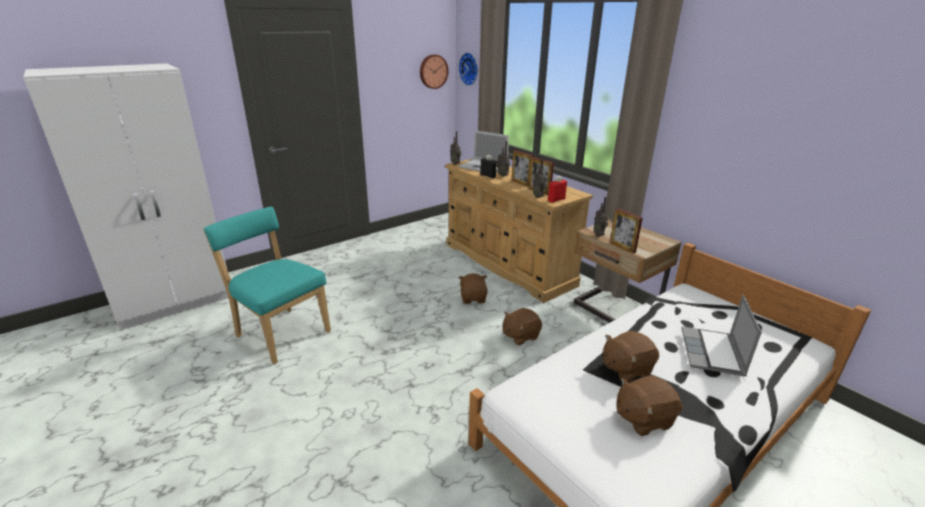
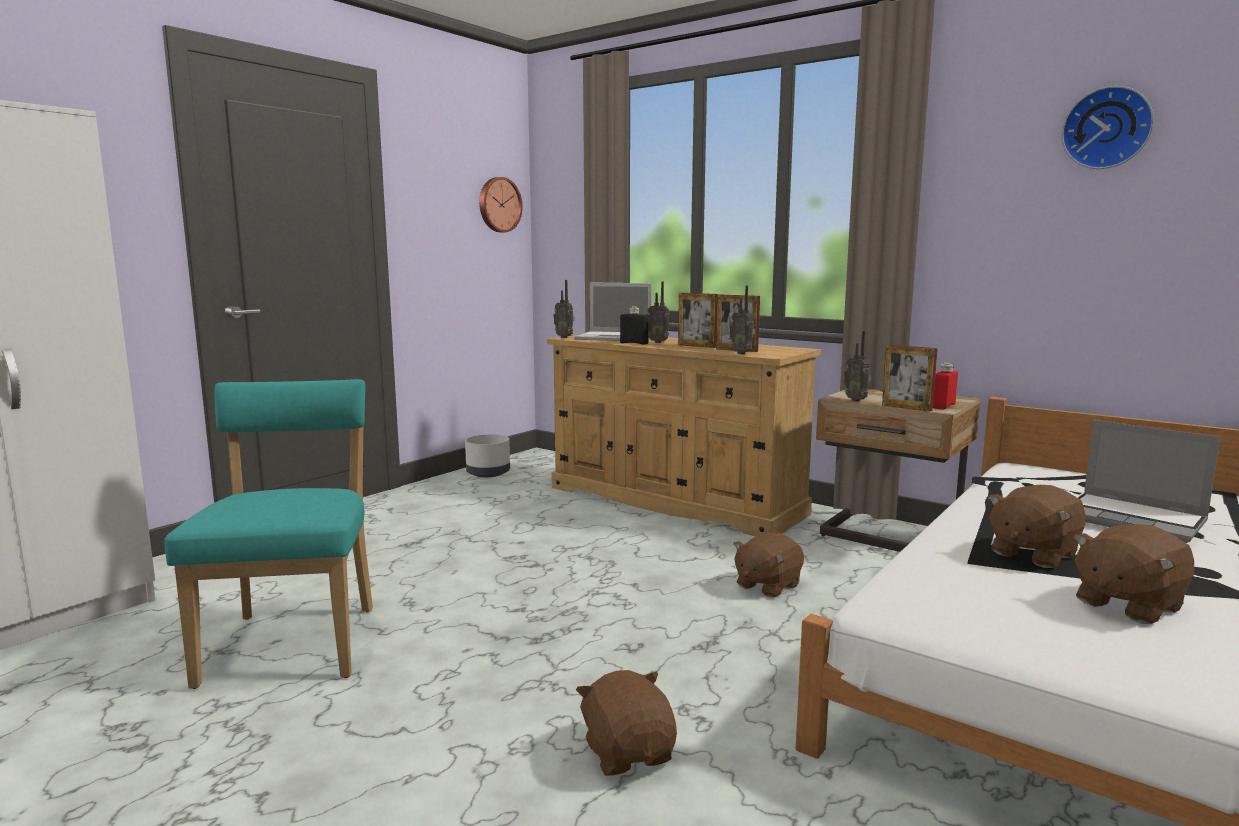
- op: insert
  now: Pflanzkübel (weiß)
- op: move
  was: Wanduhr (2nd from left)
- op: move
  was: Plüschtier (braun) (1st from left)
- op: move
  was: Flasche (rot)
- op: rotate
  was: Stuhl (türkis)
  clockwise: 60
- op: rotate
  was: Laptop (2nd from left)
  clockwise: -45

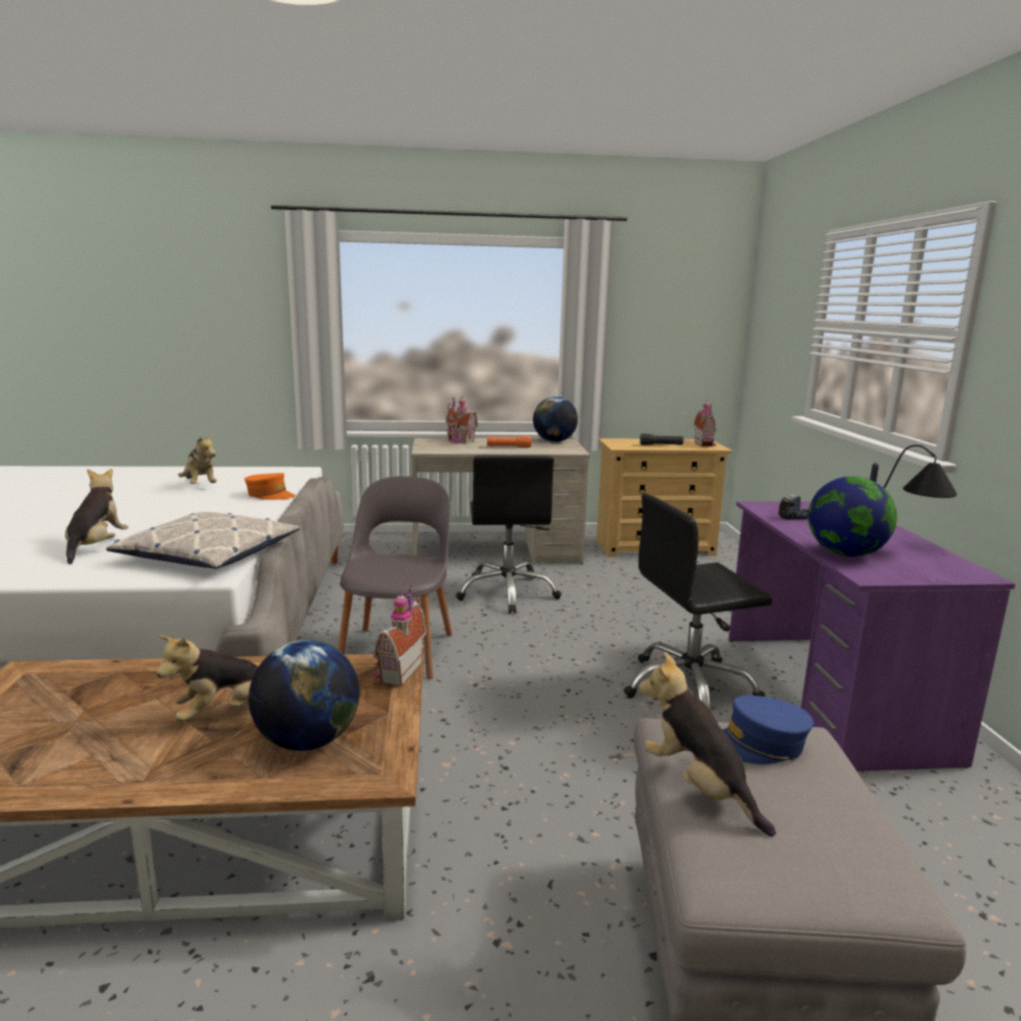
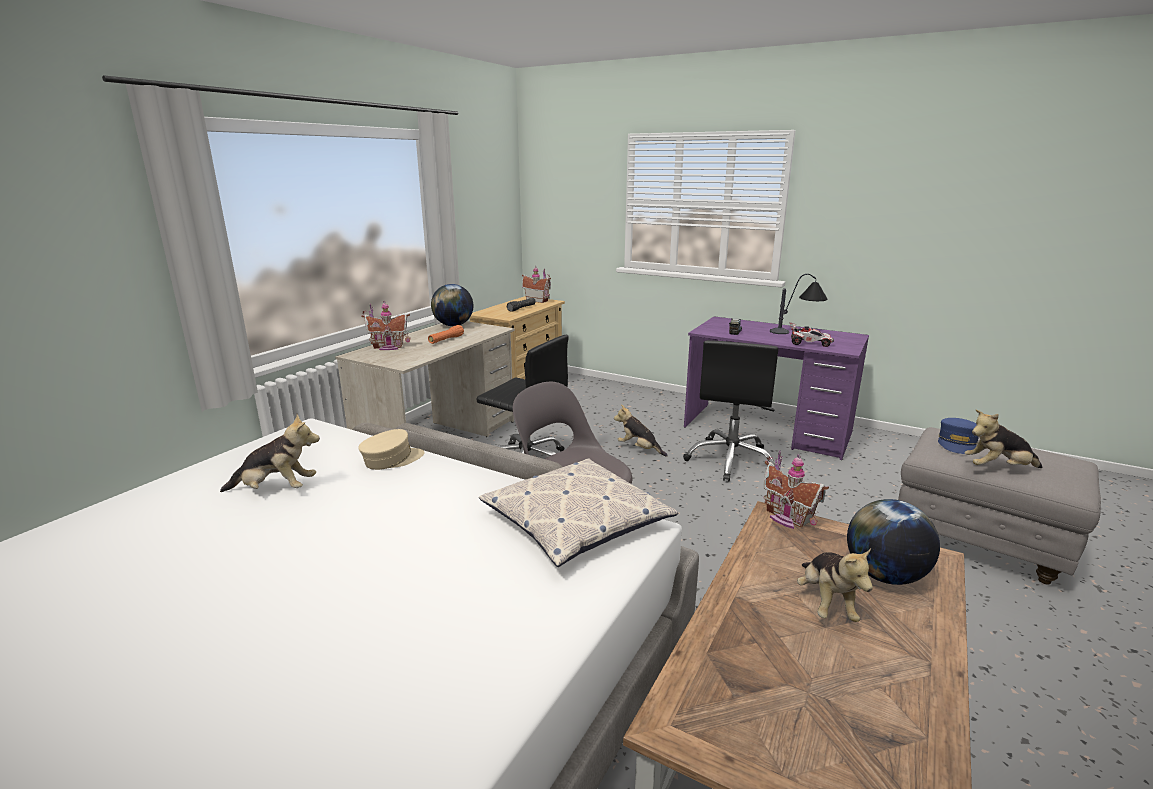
- op: move
  was: Plüschtier (1st from left in the first image)
  now: Plüschtier (2nd from left)
- op: replace
  was: Globus (3rd from left)
  now: Spielzeugauto
- op: recolor
  was: Kappe (orange)
  now: Kappe (beige)

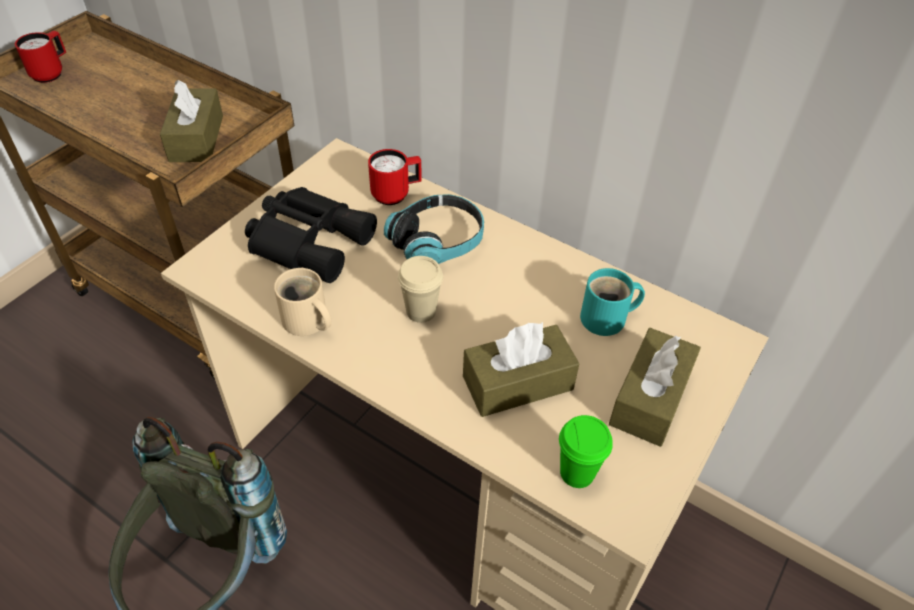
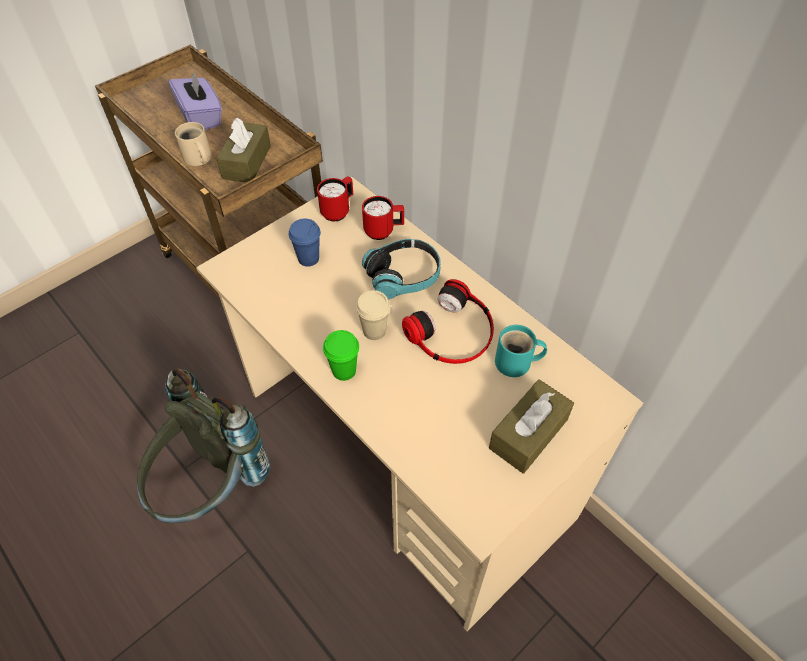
- op: delete
  was: Taschentuchbox (braun) (2nd from left)
- op: insert
  now: Taschentuchbox (lila)
- op: insert
  now: Kopfhörer (2nd from left)
- op: move
  was: Henkelbecher (rot) (1st from left)
- op: move
  was: Henkelbecher (beige)
- op: move
  was: Tasse (grün)
- op: replace
  was: Fernglas (schwarz)
  now: Tasse (blau)

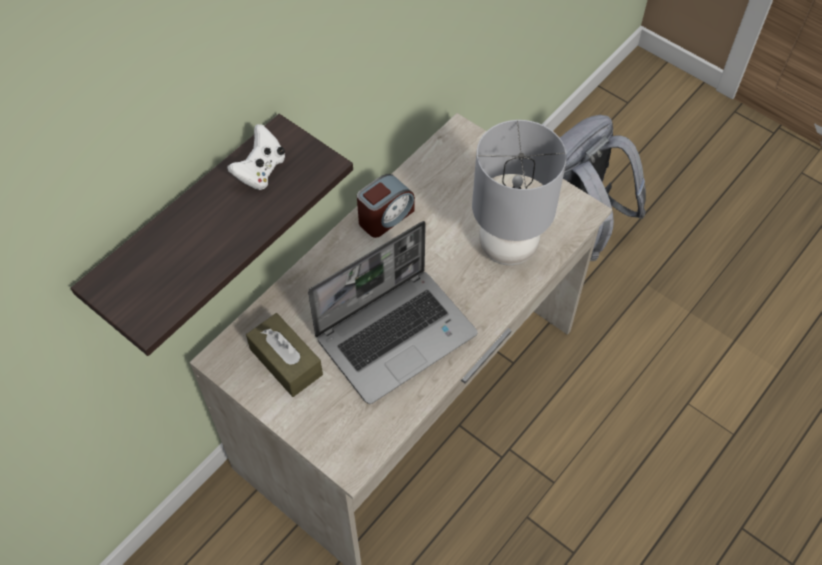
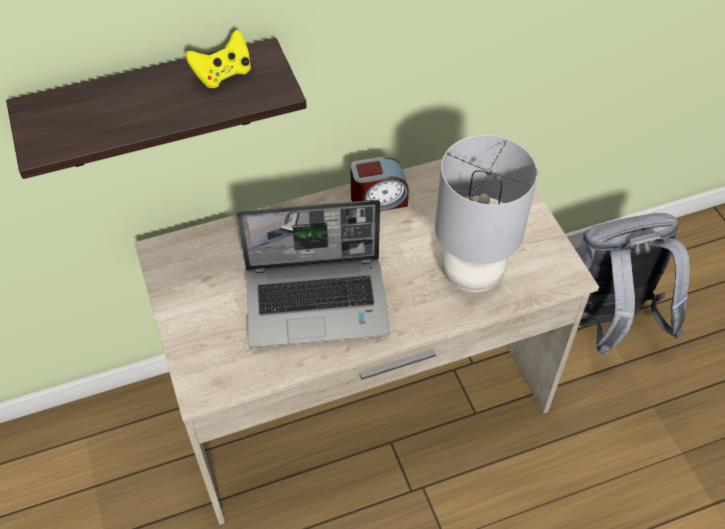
- op: delete
  was: Taschentuchbox (braun)
- op: recolor
  was: Gamepad (weiß)
  now: Gamepad (gelb)

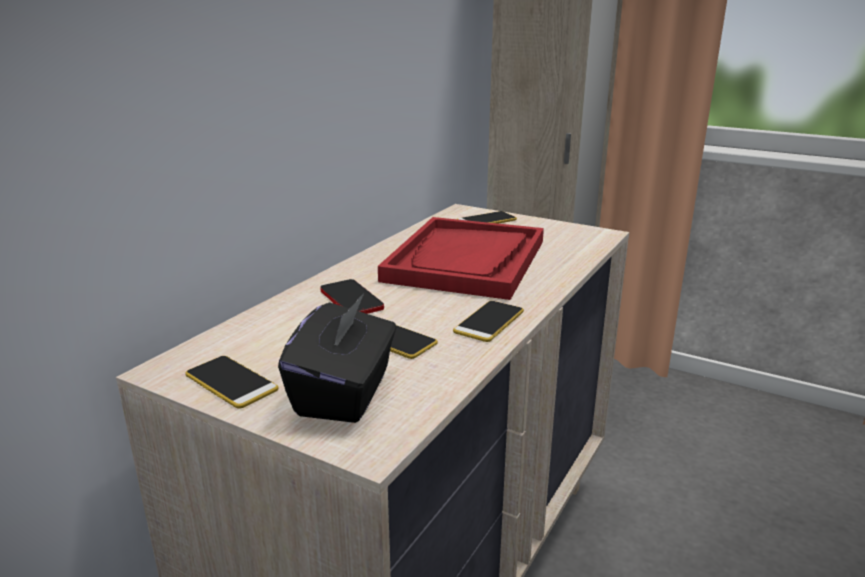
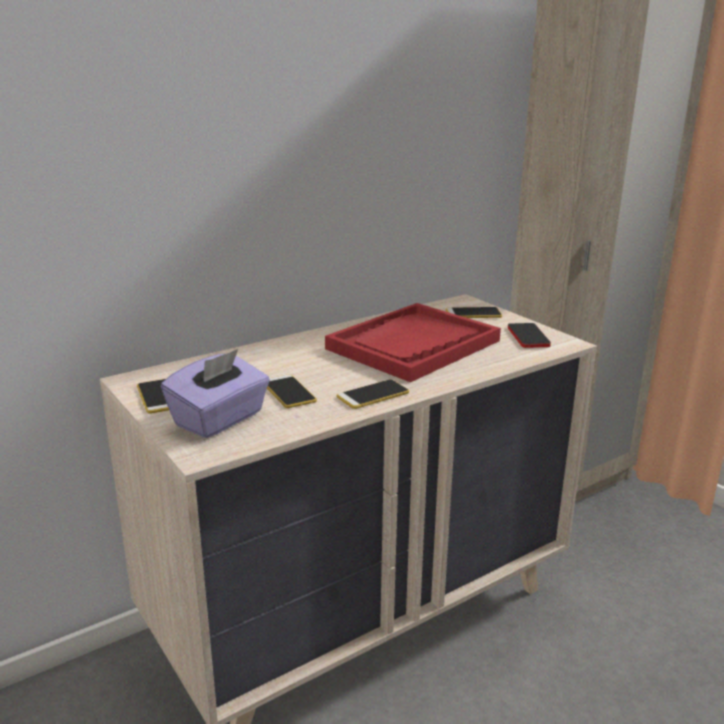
- op: move
  was: Handy (2nd from left in the first image)
  now: Handy (5th from left)
- op: recolor
  was: Taschentuchbox (schwarz)
  now: Taschentuchbox (lila)

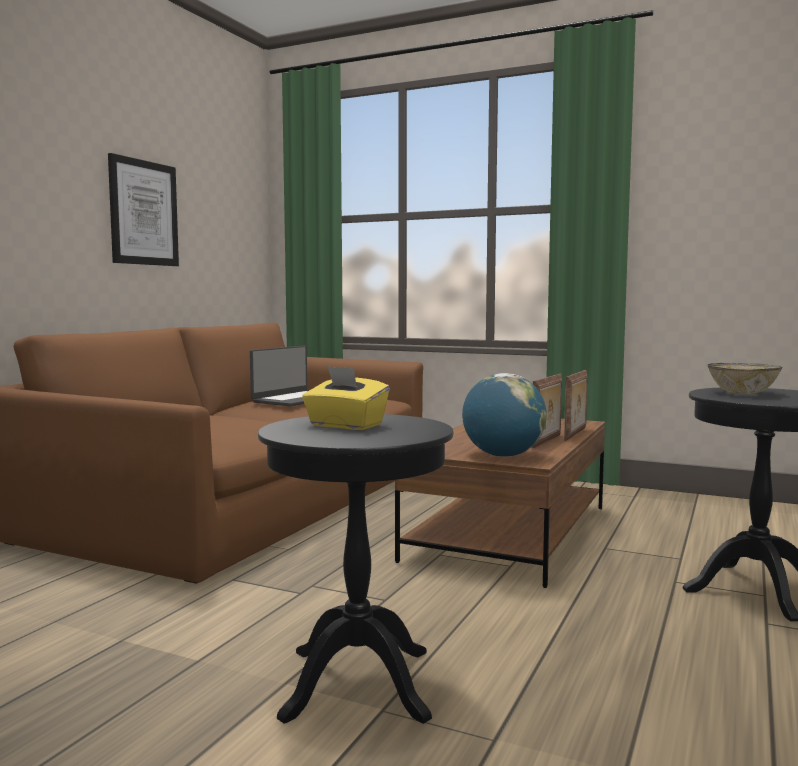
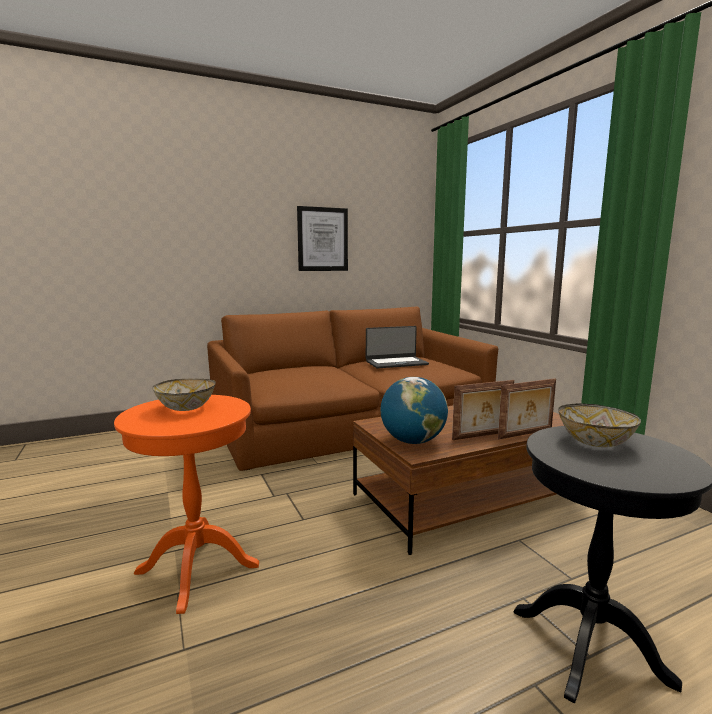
- op: replace
  was: Taschentuchbox (gelb)
  now: Schüssel (1st from left)
- op: recolor
  was: Beistelltisch (schwarz) (1st from left)
  now: Beistelltisch (orange)

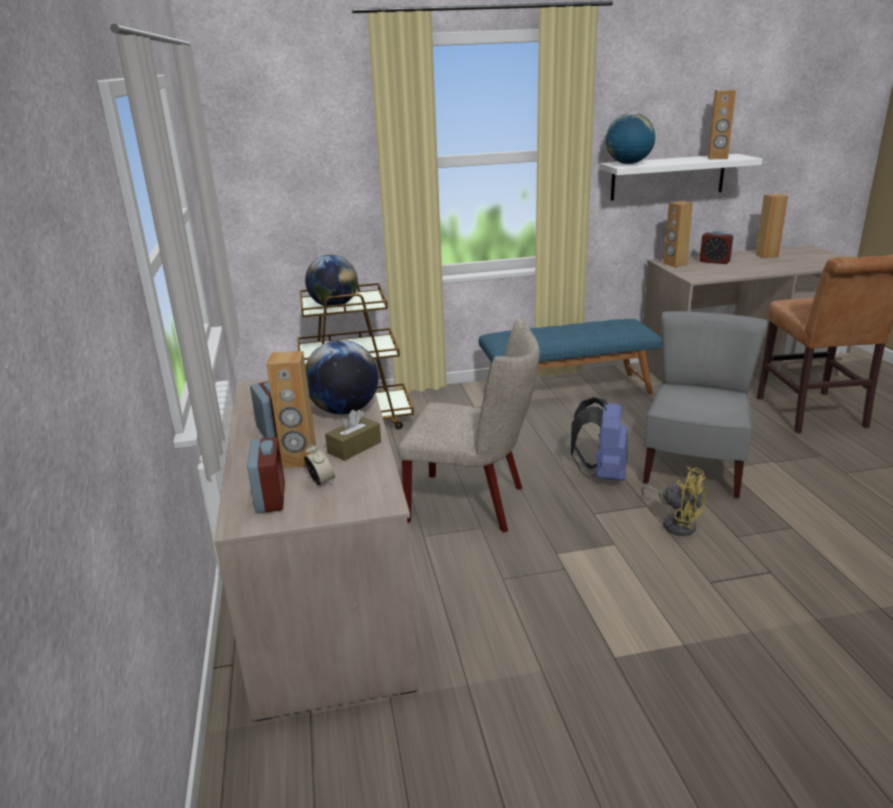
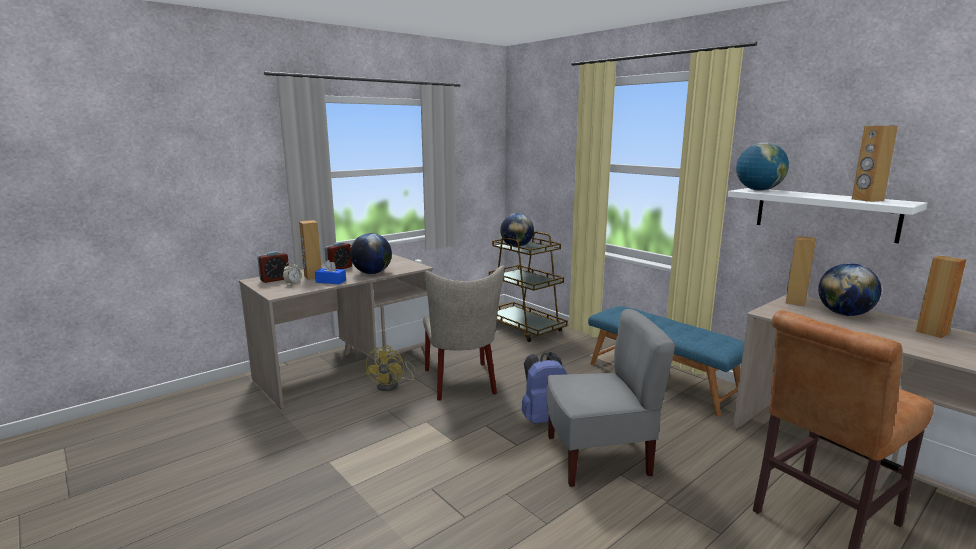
- op: move
  was: Ventilator (gelb)
- op: replace
  was: Wecker (4th from left)
  now: Globus (4th from left)
- op: recolor
  was: Taschentuchbox (braun)
  now: Taschentuchbox (blau)

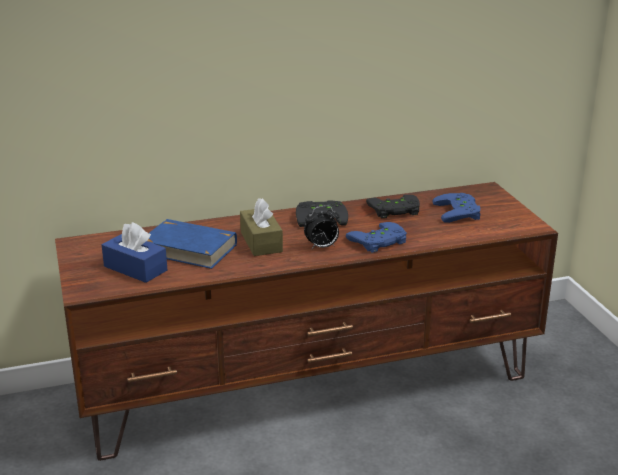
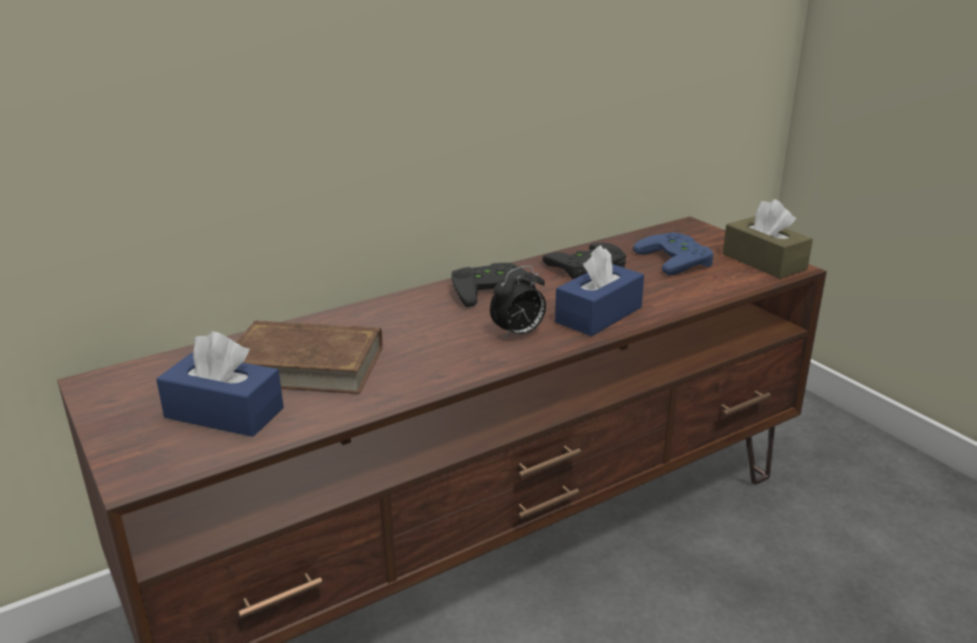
- op: move
  was: Taschentuchbox (braun)
- op: replace
  was: Gamepad (blau) (1st from left)
  now: Taschentuchbox (blau) (2nd from left)
- op: recolor
  was: Buch (blau)
  now: Buch (braun)

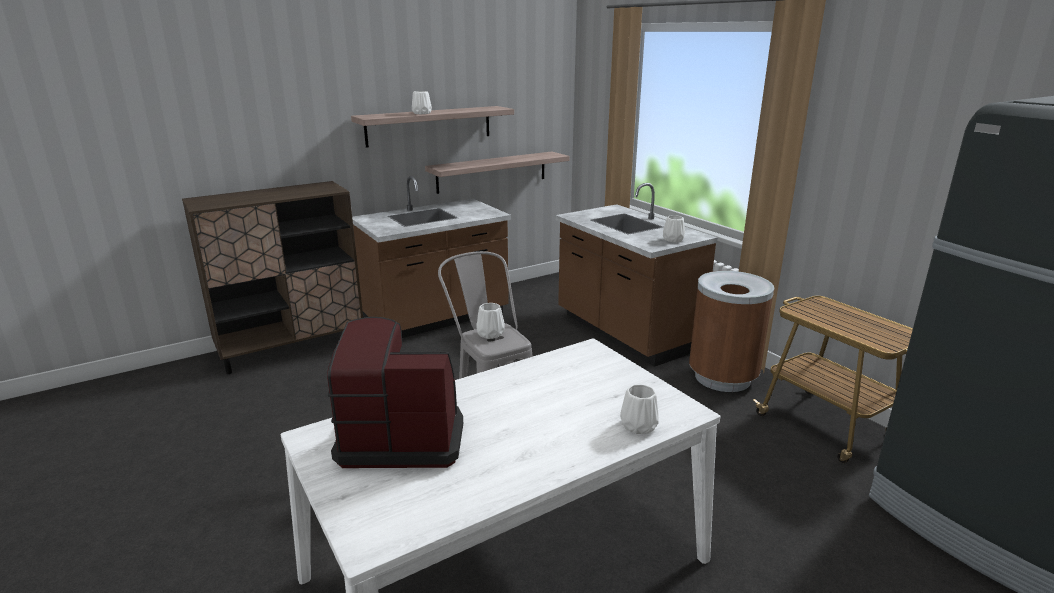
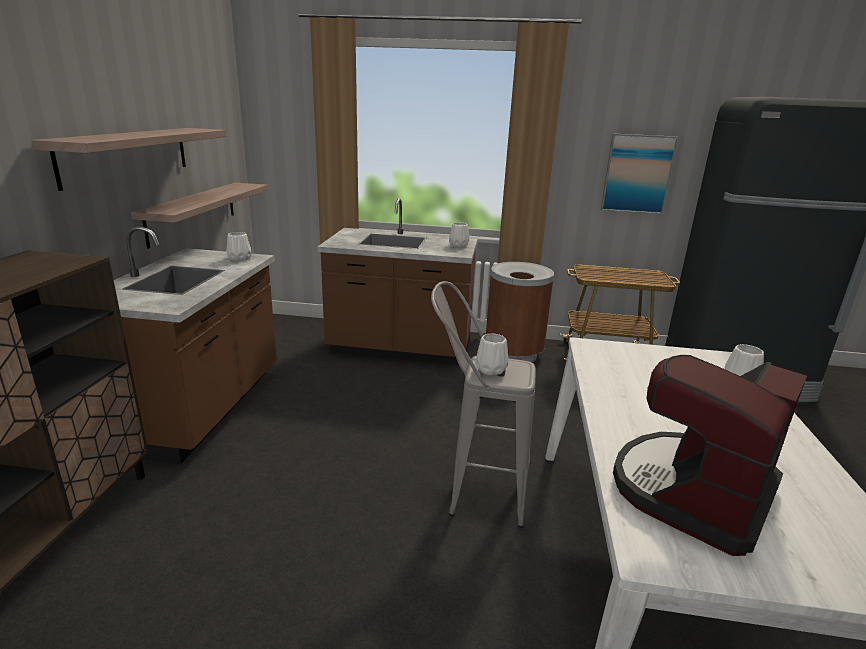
- op: insert
  now: Bild
- op: move
  was: Vase (weiß) (1st from left)

